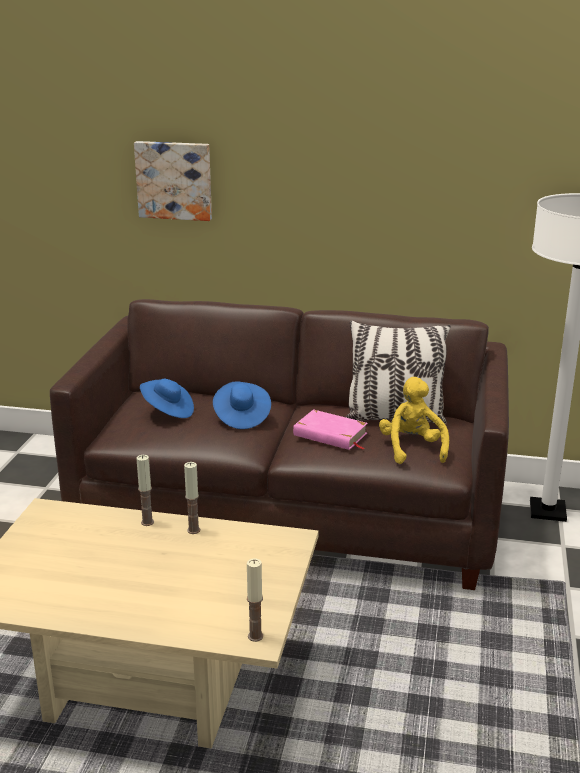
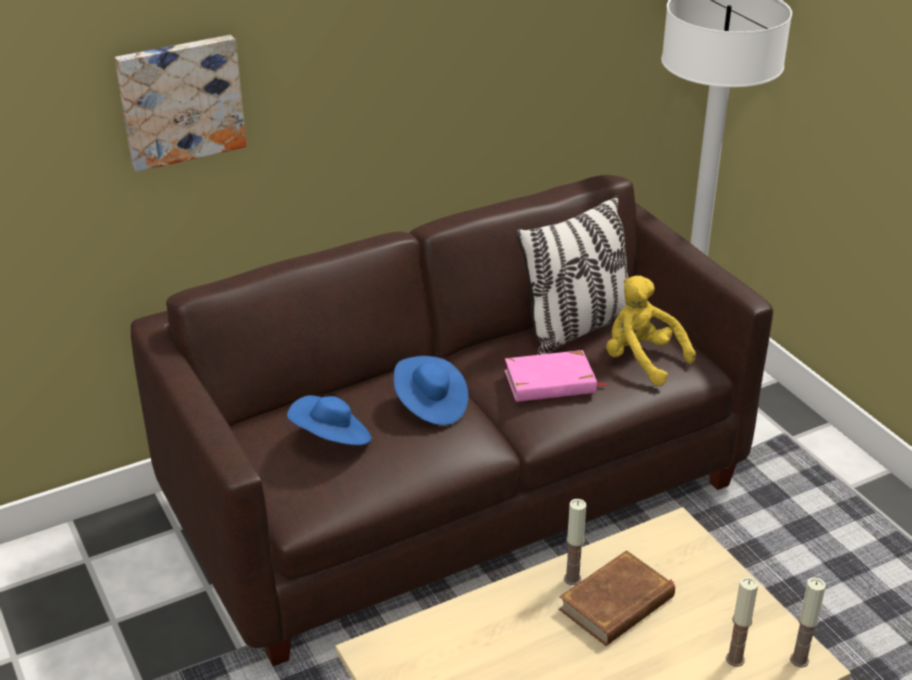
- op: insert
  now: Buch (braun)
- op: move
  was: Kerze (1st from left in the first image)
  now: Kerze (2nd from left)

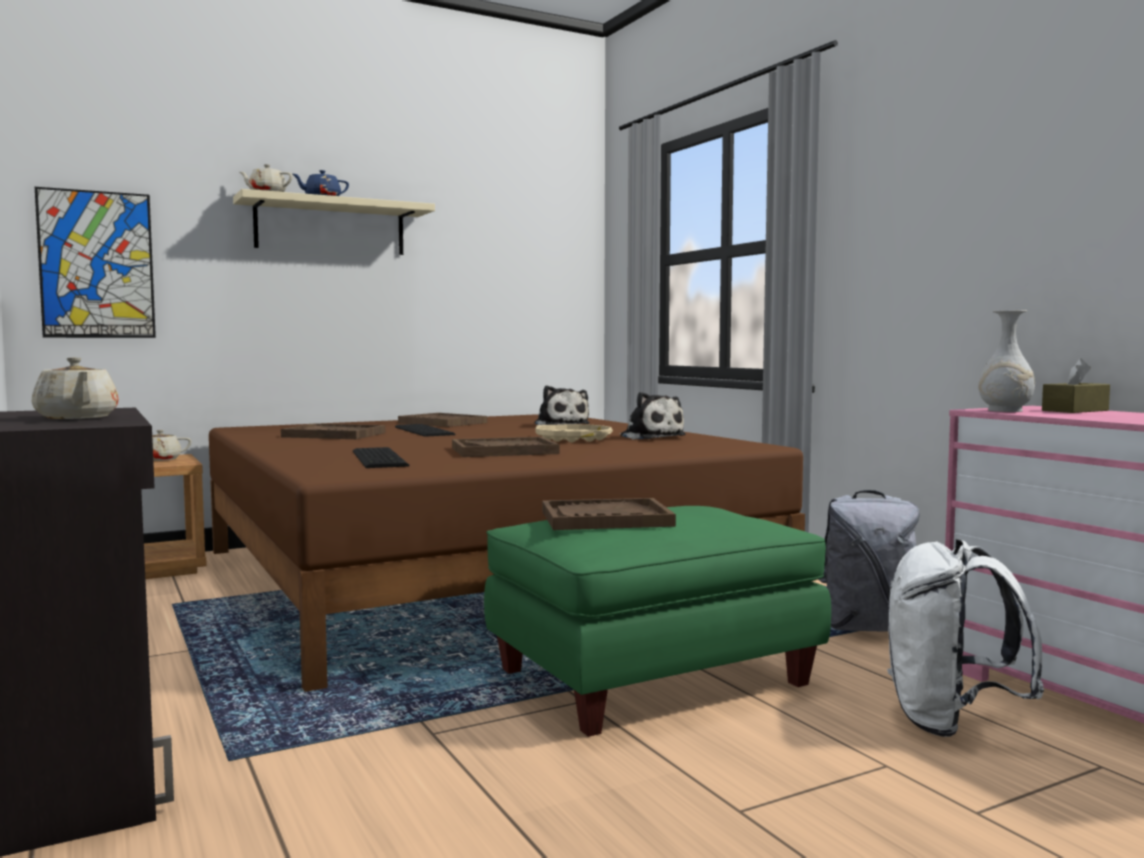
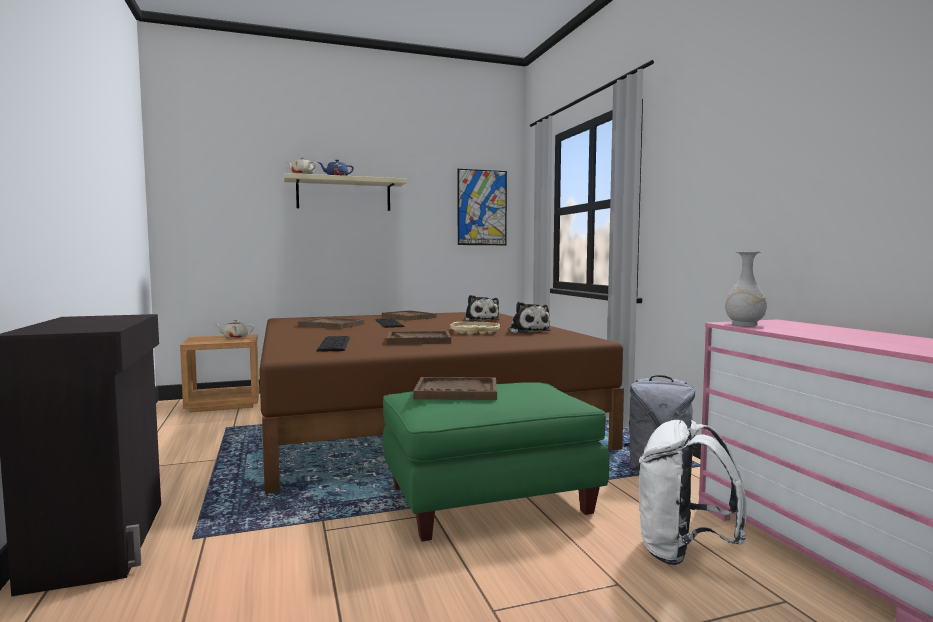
- op: delete
  was: Teekanne (beige) (1st from left)
- op: delete
  was: Taschentuchbox (braun)
- op: move
  was: Bild

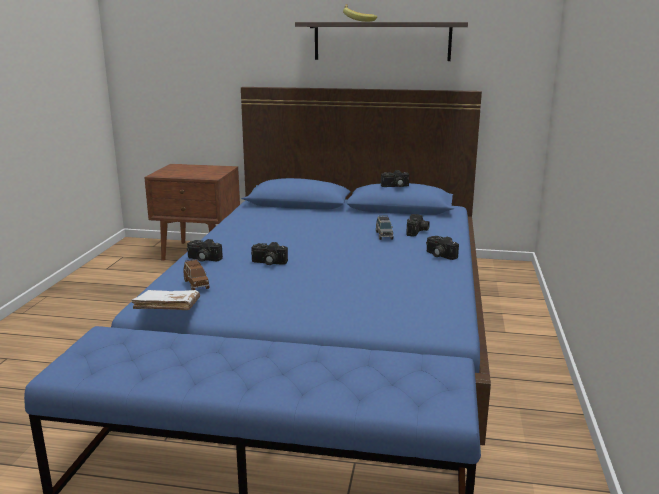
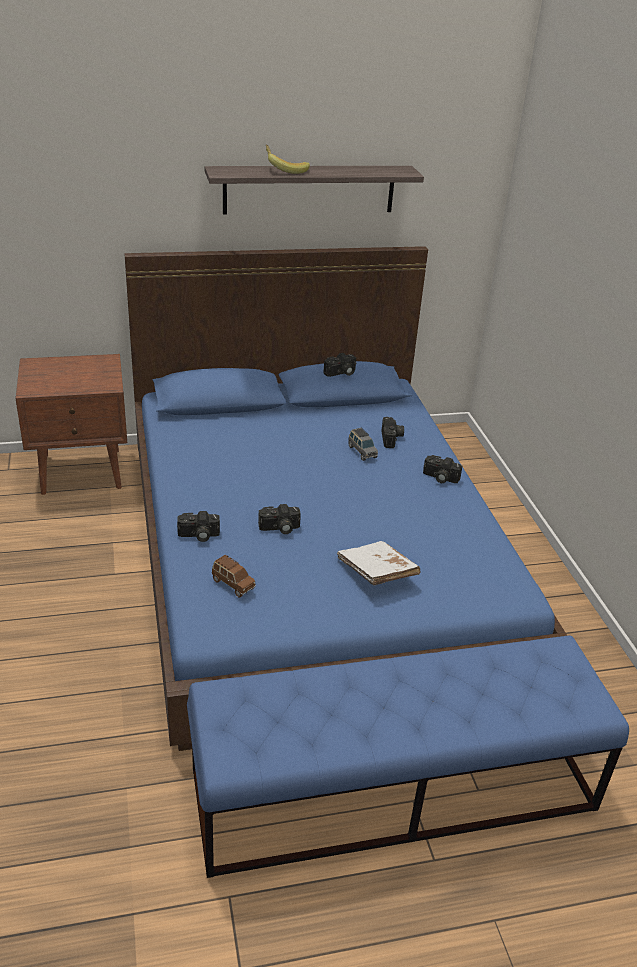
- op: move
  was: Buch (weiß)

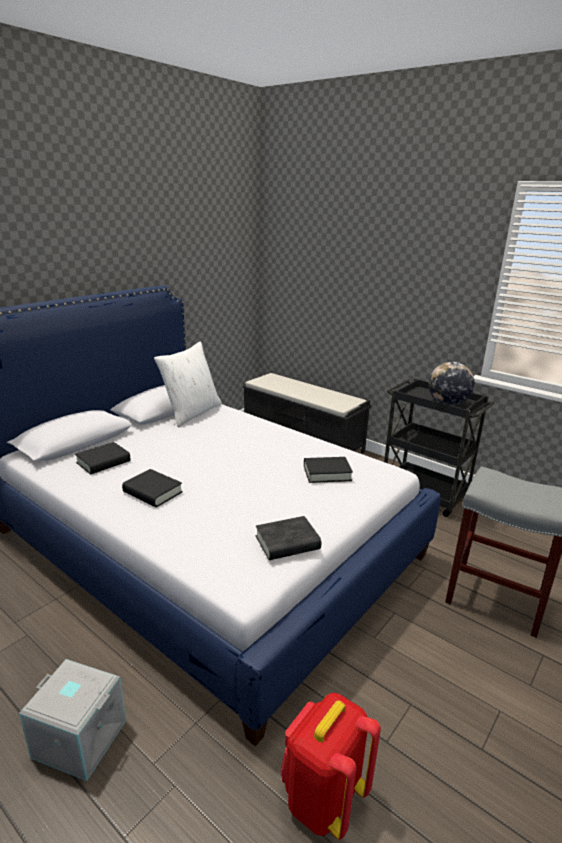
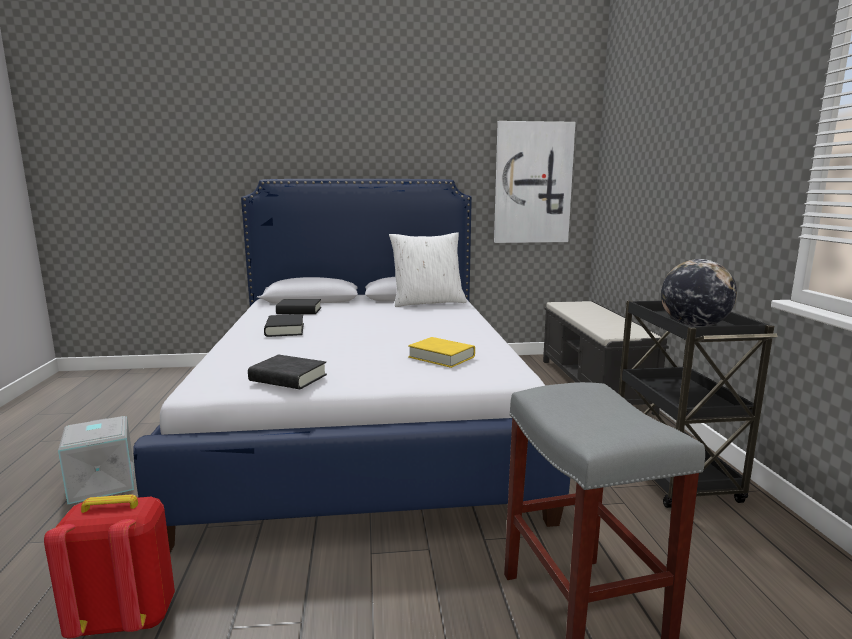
- op: insert
  now: Bild
- op: recolor
  was: Buch (schwarz) (4th from left)
  now: Buch (gelb)

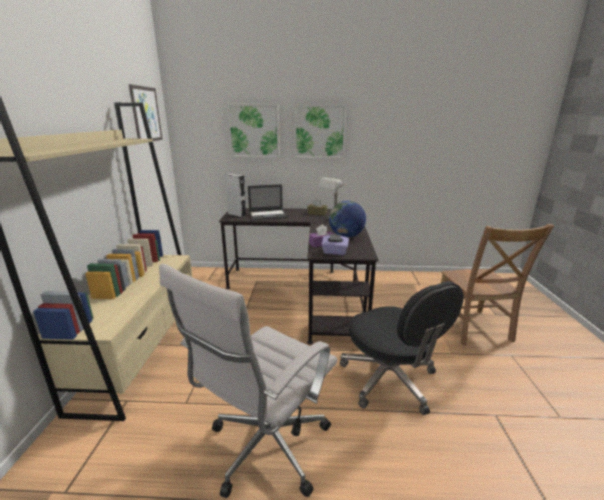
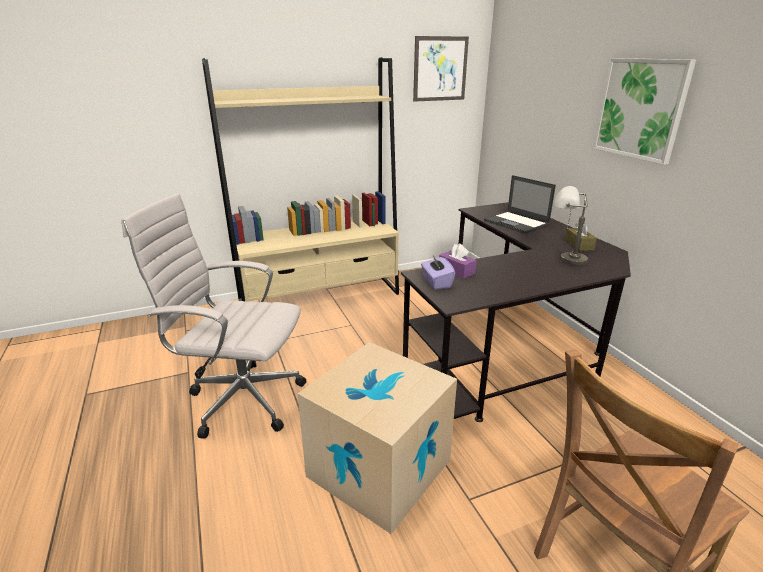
- op: delete
  was: Lautsprecher (grau)
- op: delete
  was: Bild (2nd from left)
- op: delete
  was: Globus
- op: replace
  was: Bürostuhl (schwarz)
  now: Karton

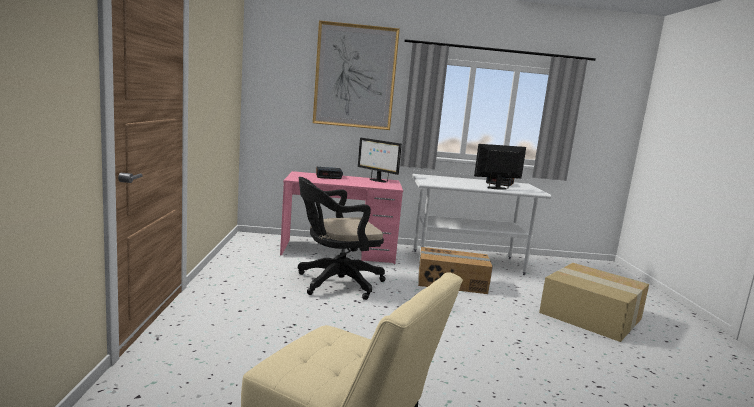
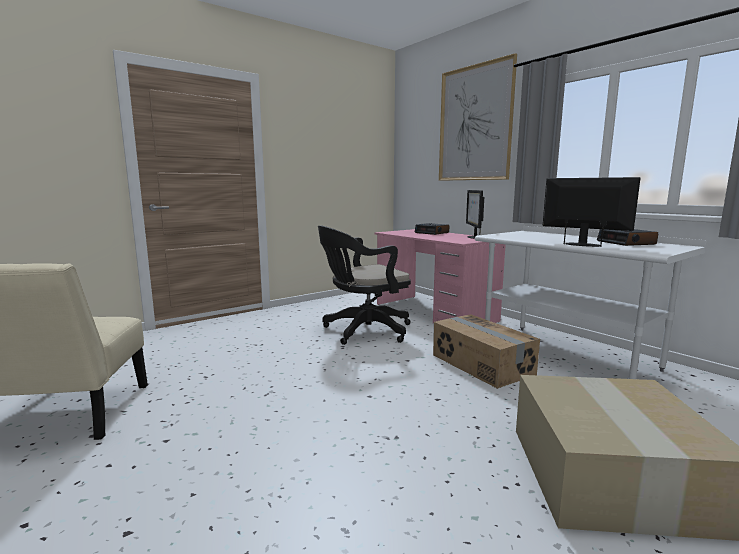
- op: rotate
  was: Bürostuhl (schwarz)
  clockwise: -60

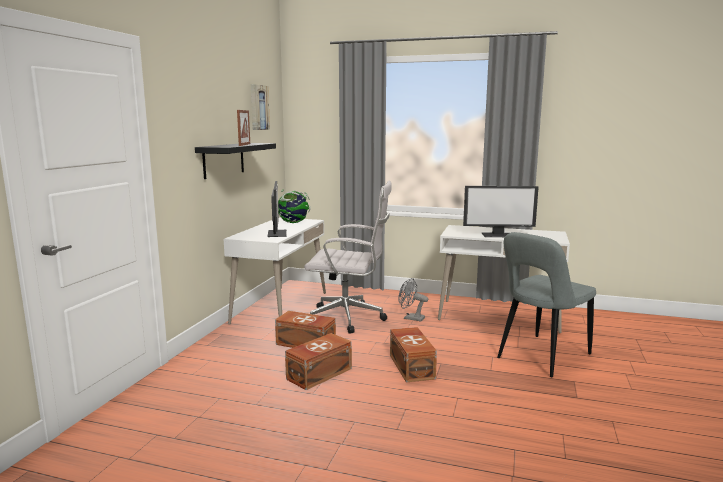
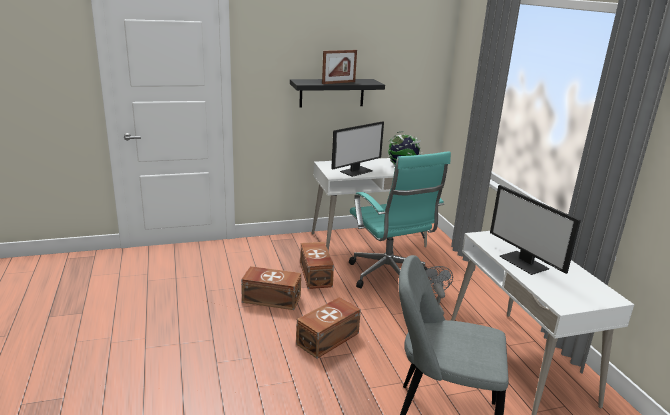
- op: delete
  was: Bild
- op: recolor
  was: Bürostuhl (weiß)
  now: Bürostuhl (türkis)

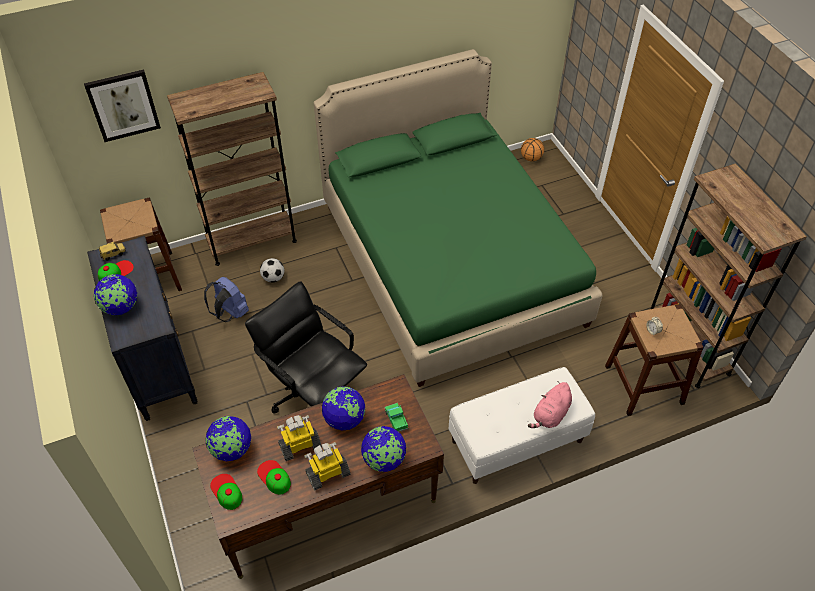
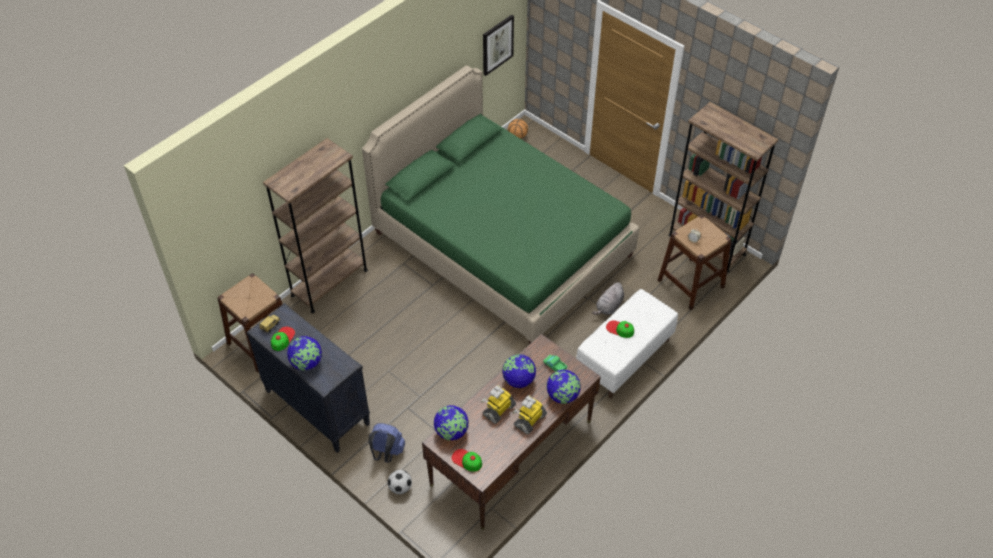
- op: delete
  was: Bürostuhl (schwarz)
- op: delete
  was: Plüschtier (rosa)
- op: insert
  now: Plüschtier (grau)
- op: move
  was: Bild
- op: move
  was: Rucksack (blau)
- op: move
  was: Kappe (3rd from left)
- op: move
  was: Fußball

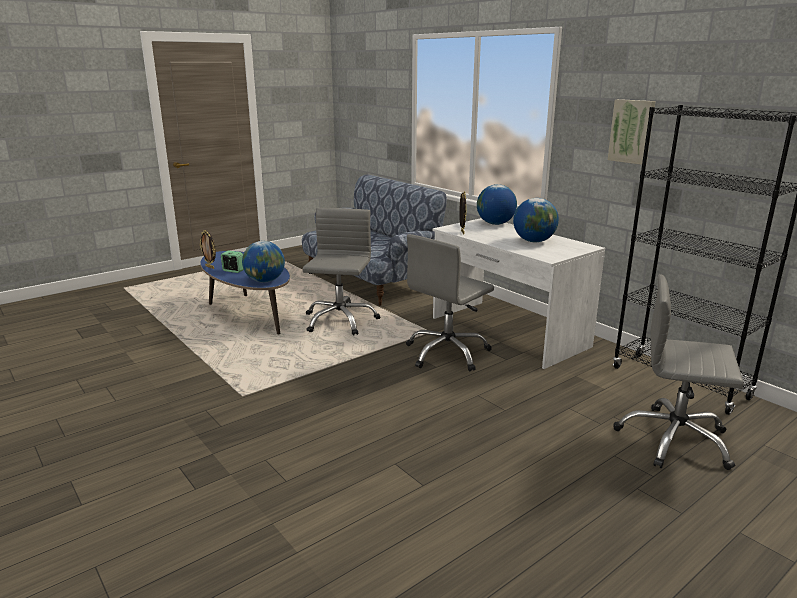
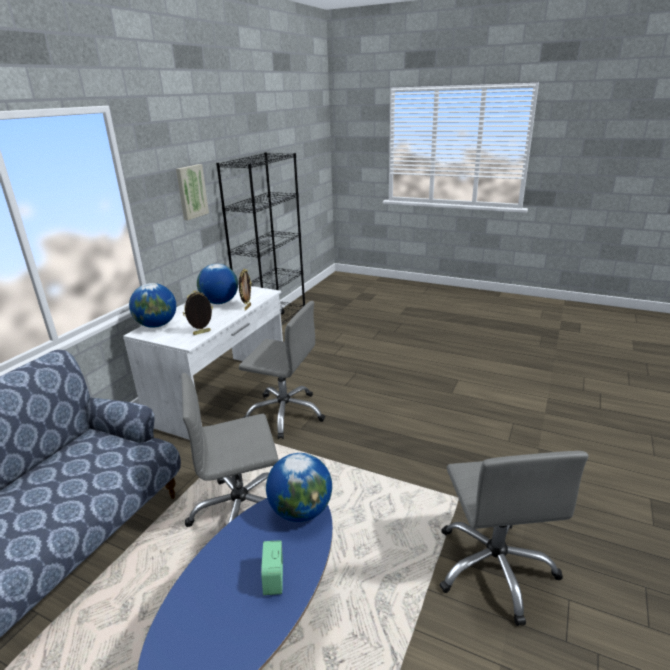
- op: move
  was: Bilderrahmen (1st from left in the first image)
  now: Bilderrahmen (2nd from left)
- op: move
  was: Bürostuhl (grau) (3rd from left)

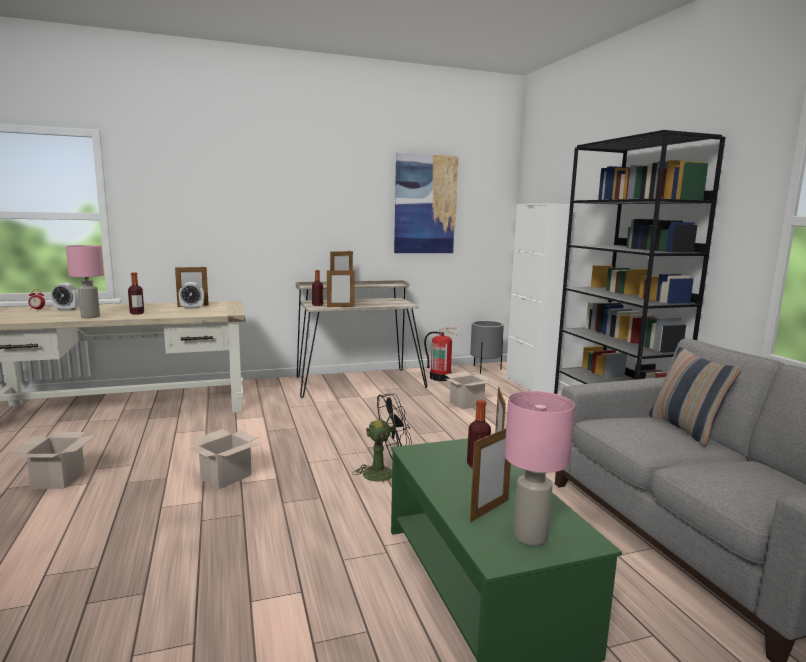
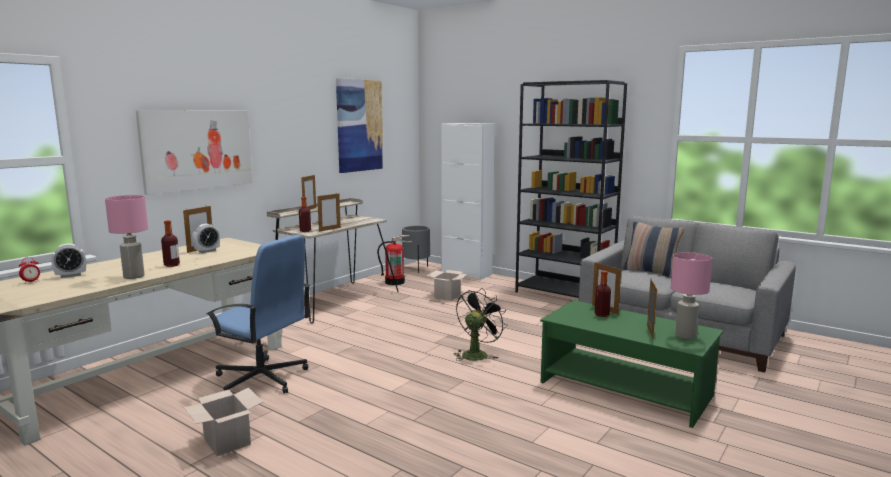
- op: delete
  was: Karton (2nd from left)
- op: insert
  now: Bild (1st from left)
- op: insert
  now: Bürostuhl (blau)

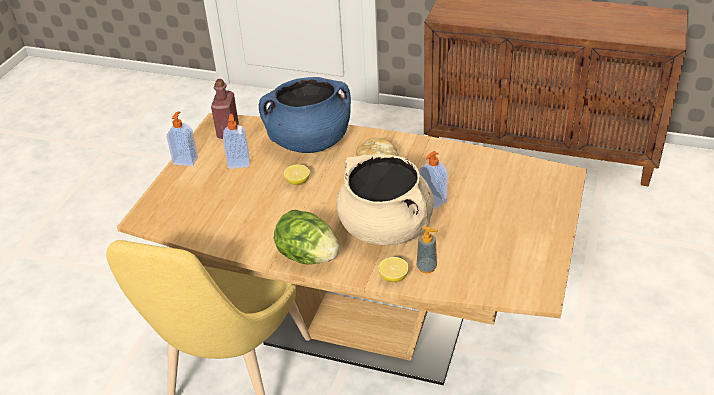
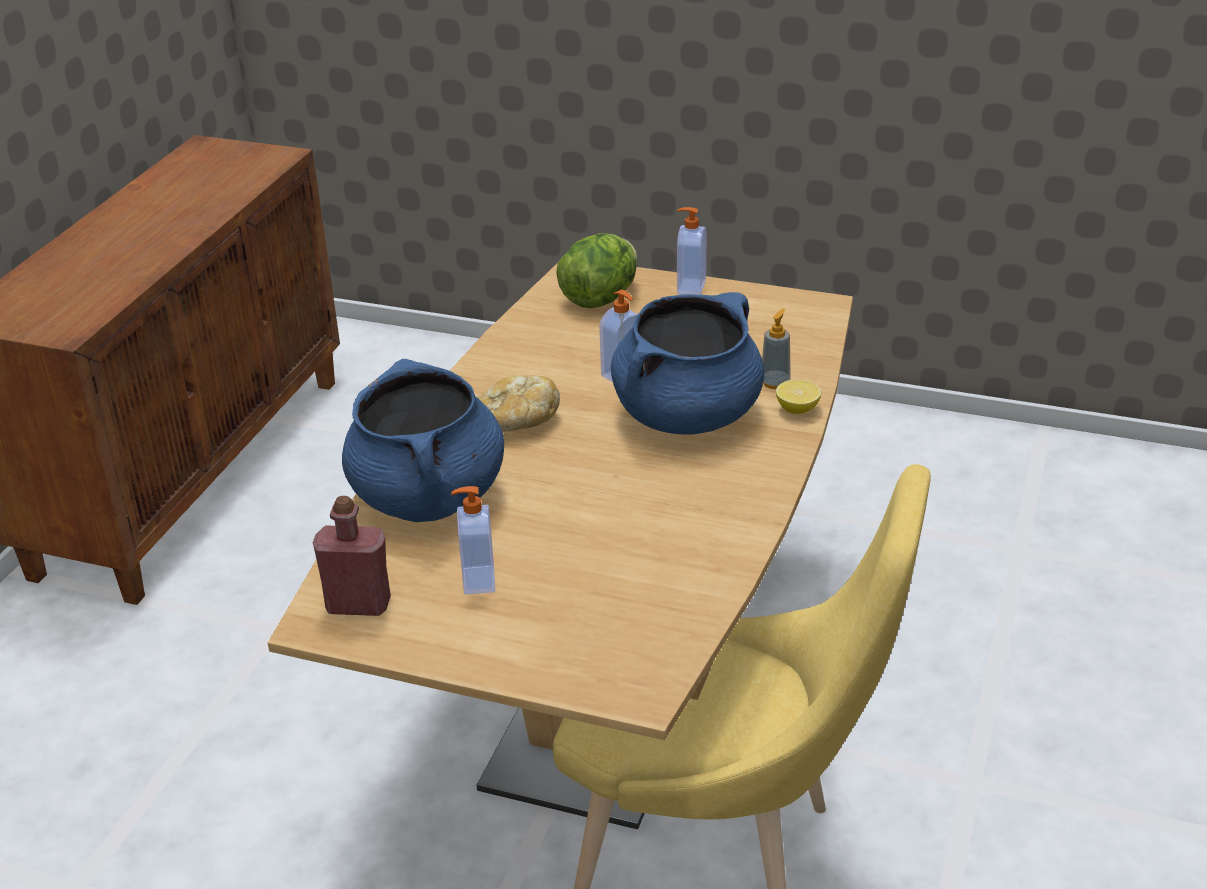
- op: delete
  was: Zitrone (1st from left)
- op: move
  was: Seifenspender (1st from left in the first image)
  now: Seifenspender (3rd from left)
- op: move
  was: Salatkopf
- op: recolor
  was: Kochtopf (beige)
  now: Kochtopf (blau) (2nd from left)

